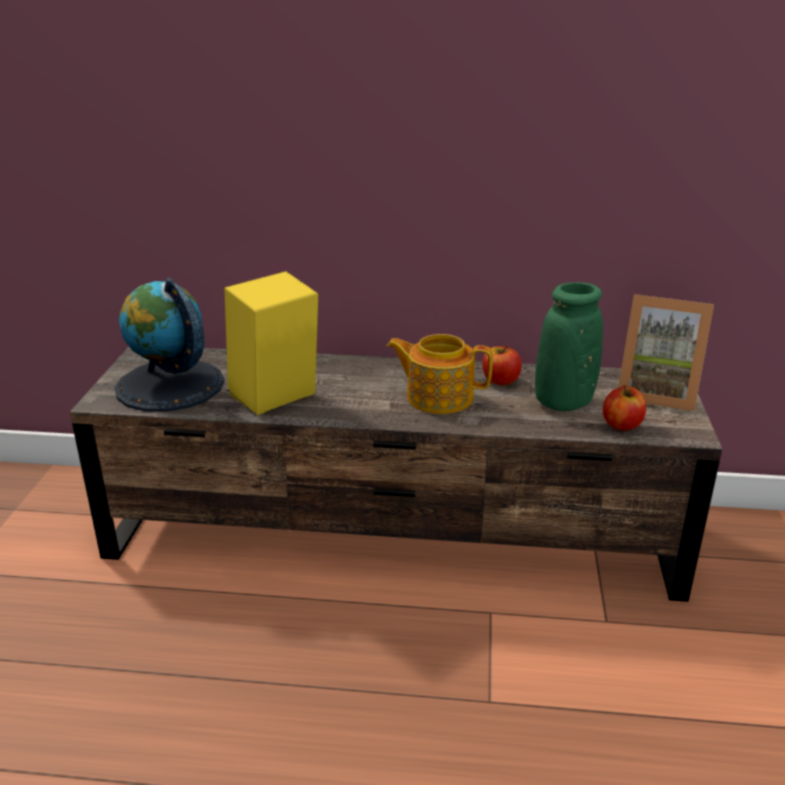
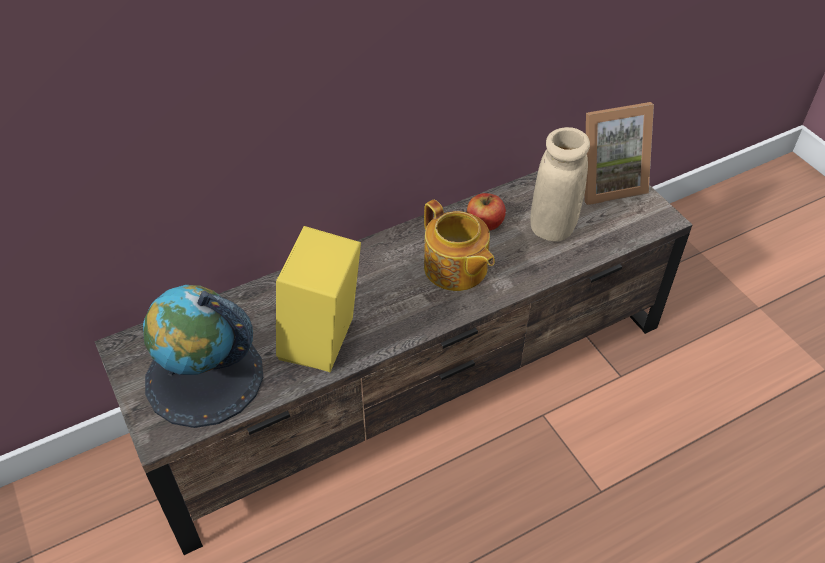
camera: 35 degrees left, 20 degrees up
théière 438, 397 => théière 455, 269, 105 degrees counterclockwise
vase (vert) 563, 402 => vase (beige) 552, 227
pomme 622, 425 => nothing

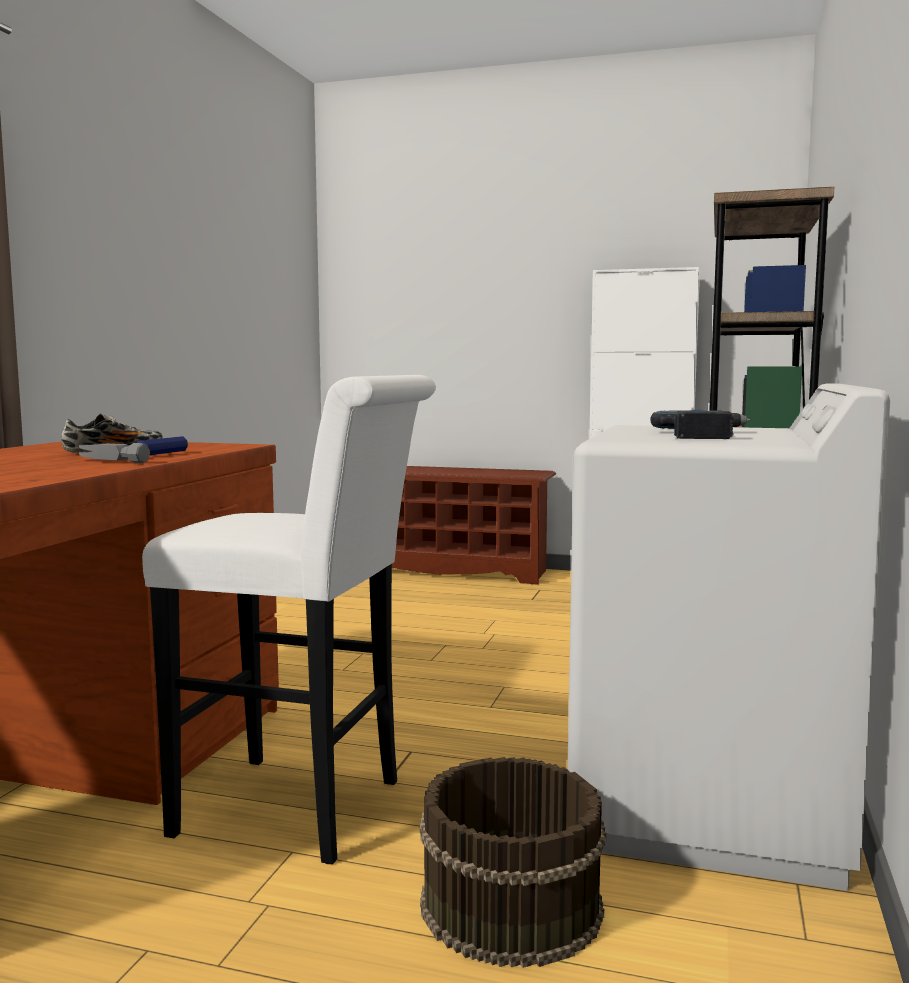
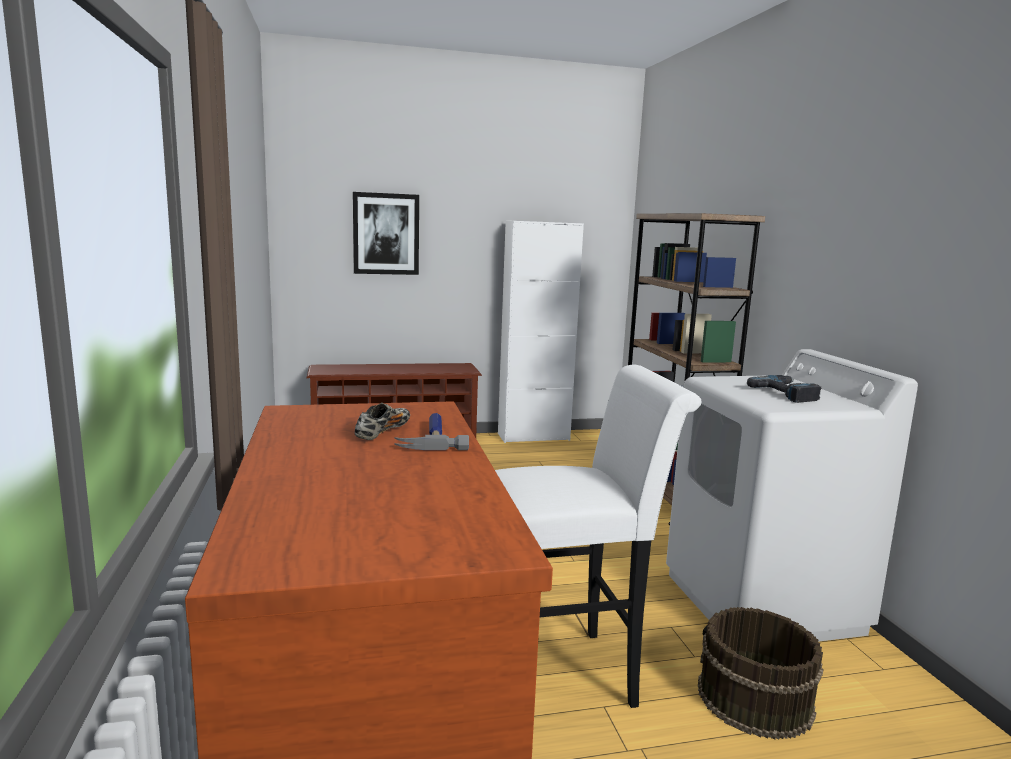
camera: 30 degrees left, 5 degrees up
nothing => tableau 386, 234

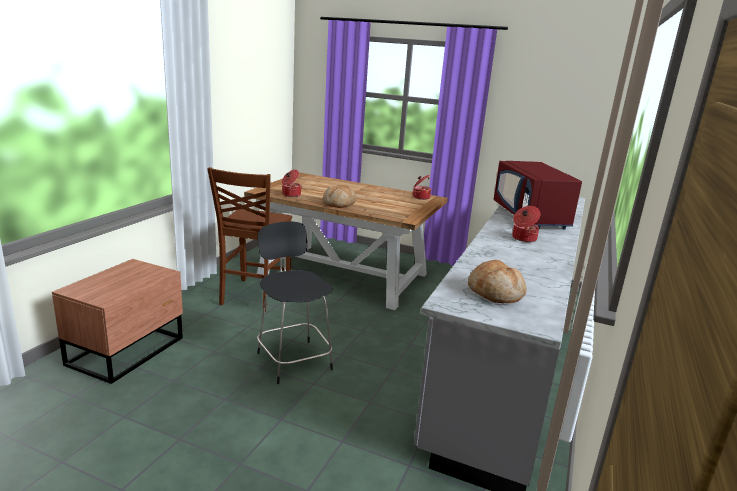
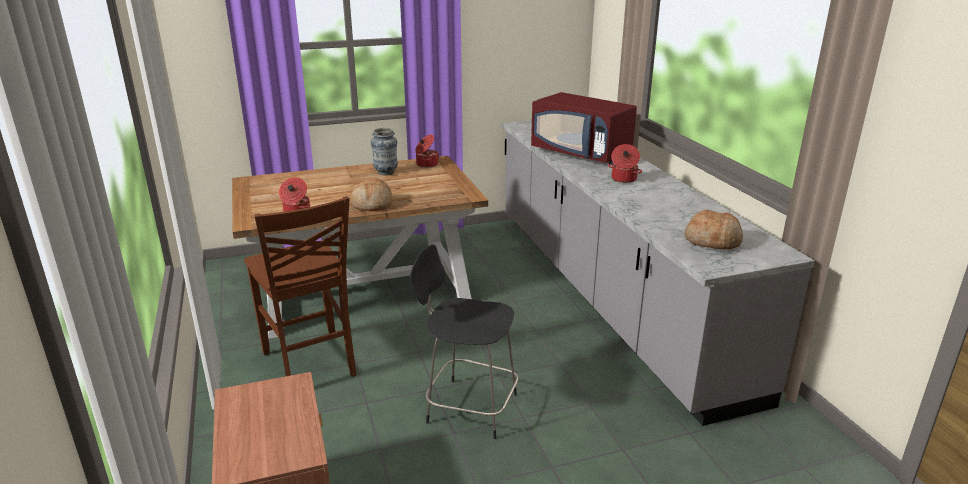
camera: 40 degrees left, 5 degrees up
nothing => vase 386, 173

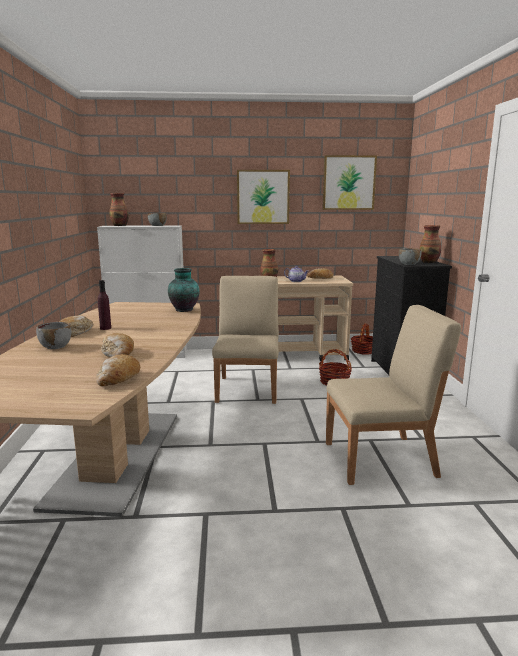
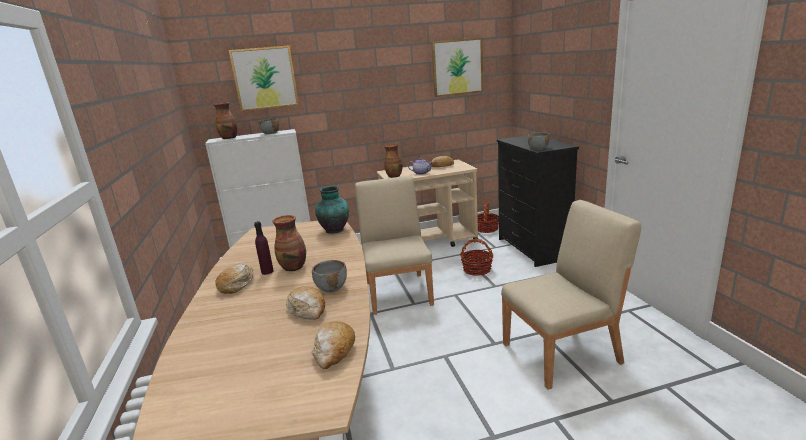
camera: 10 degrees left, 5 degrees up
tableau 263, 197 => tableau 265, 78, shifted
vase 429, 262 => vase 294, 267, shifted
bol (gris) 56, 346 => bol (gris) 331, 287, shifted

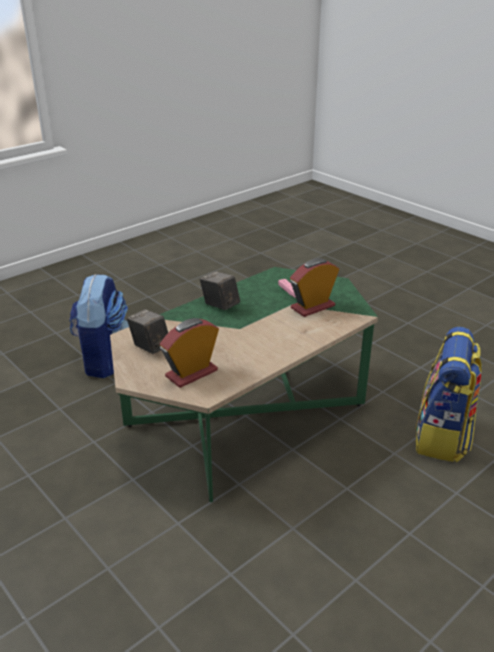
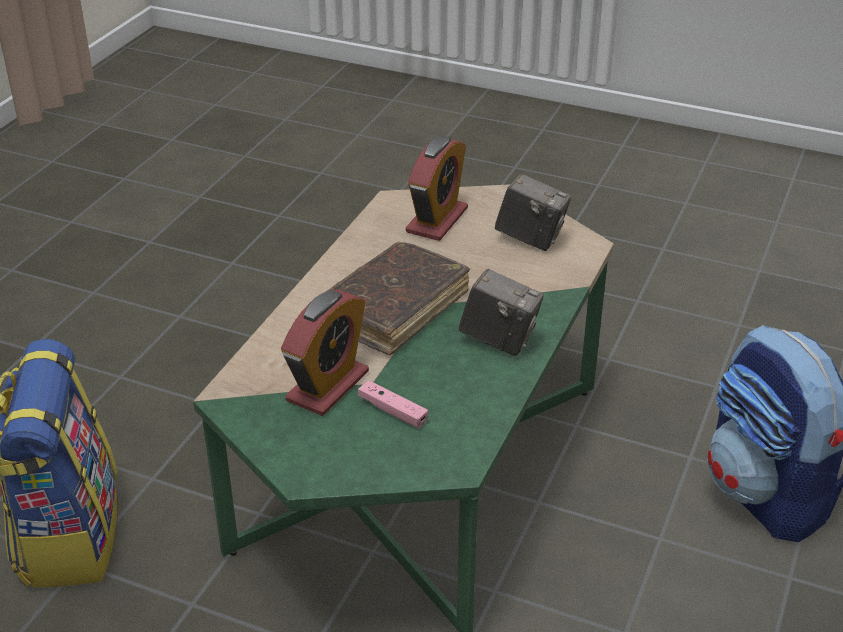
camera: 155 degrees right, 5 degrees up
nothing => livre (marron) 394, 308

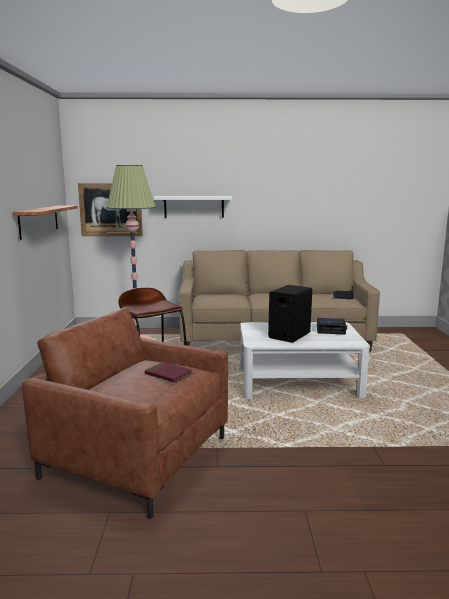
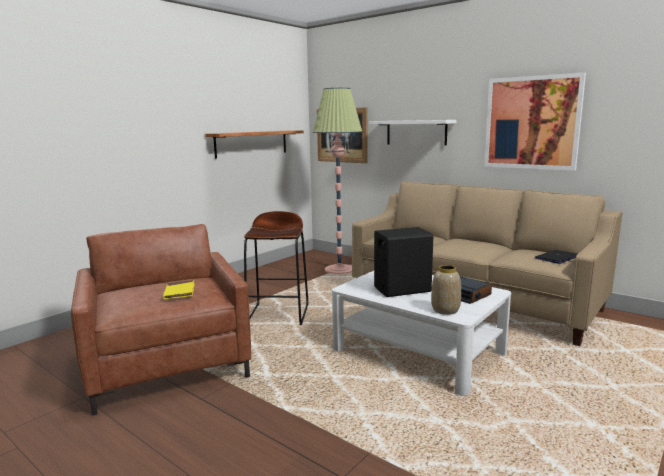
camera: 40 degrees right, 0 degrees up
livre (rouge) 168, 374 => livre (jaune) 179, 292
nothing => vase 445, 310
nothing => tableau 531, 123

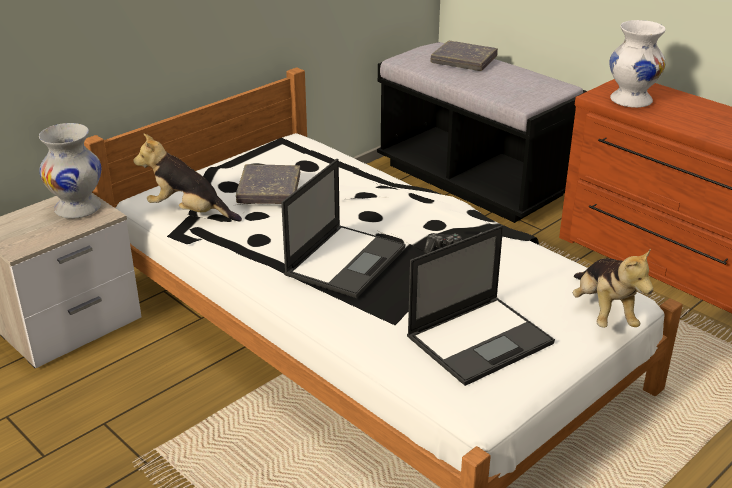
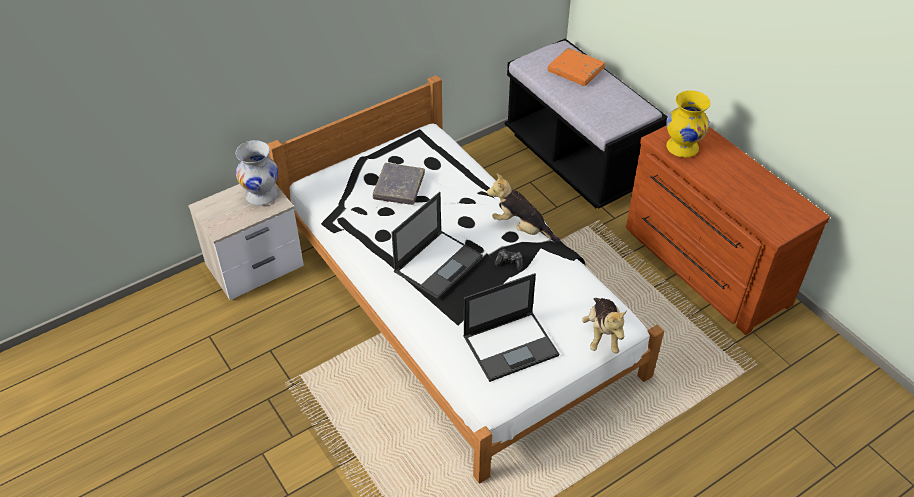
camera: 10 degrees right, 15 degrees up
peluche 189, 212 => peluche 521, 228, shifted
livre (gris) 463, 60 => livre (orange) 575, 70
vase (blanc) 631, 101 => vase (jaune) 682, 148

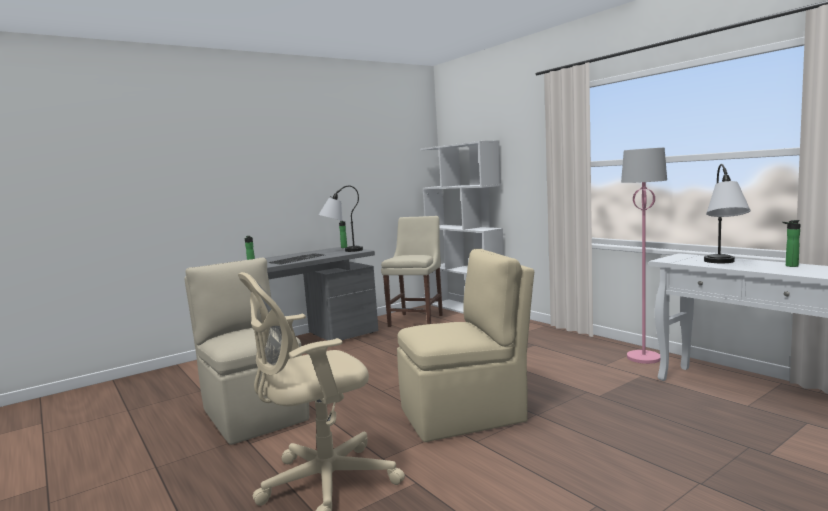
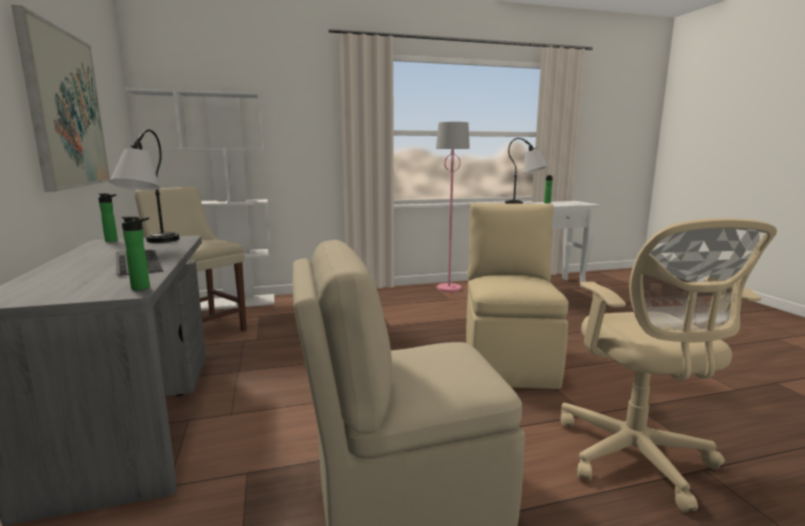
camera: 70 degrees left, 5 degrees up
nothing => tableau 66, 110

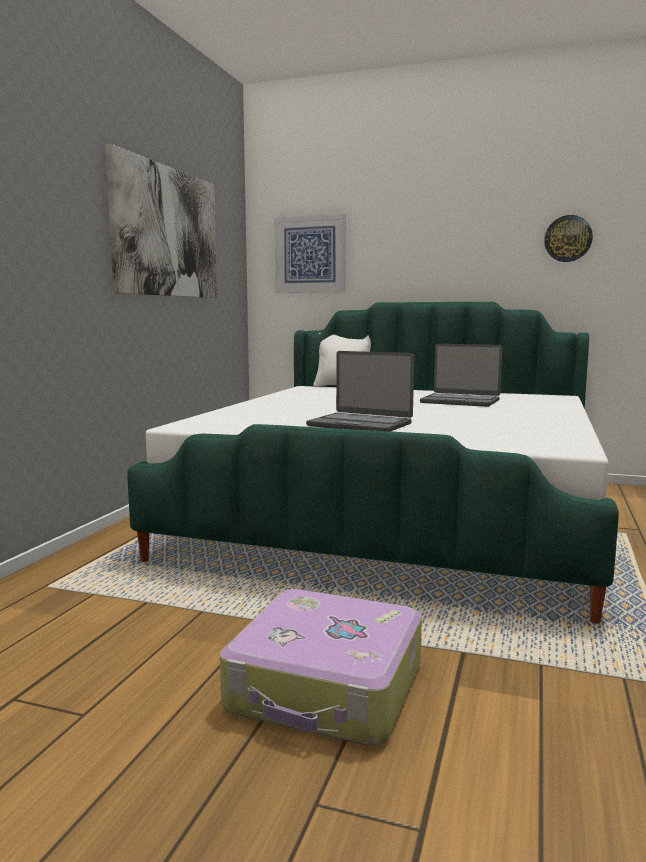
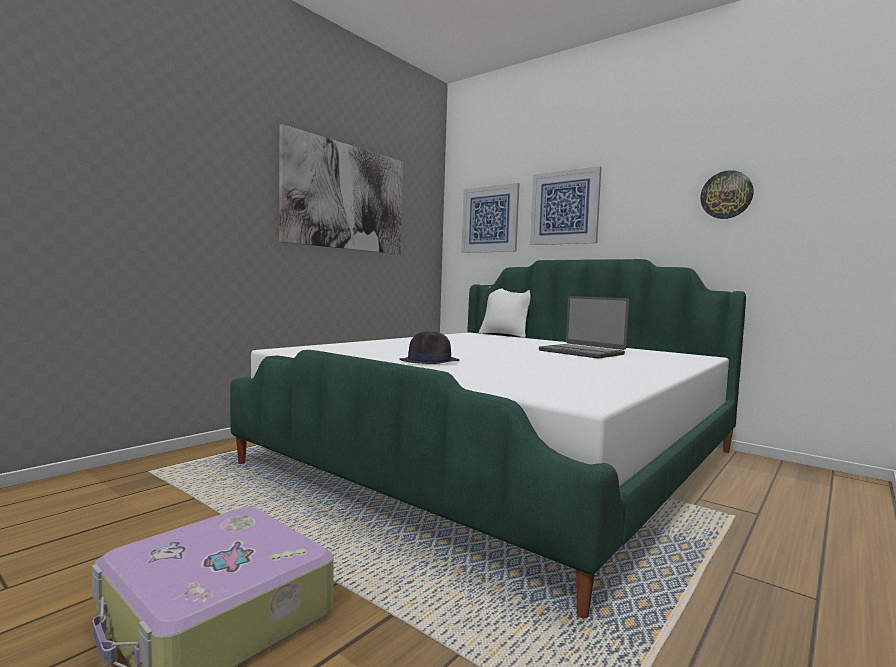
camera: 20 degrees right, 5 degrees down
ordinateur portable 360, 424 => chapeau (noir) 430, 361
nothing => tableau 564, 207

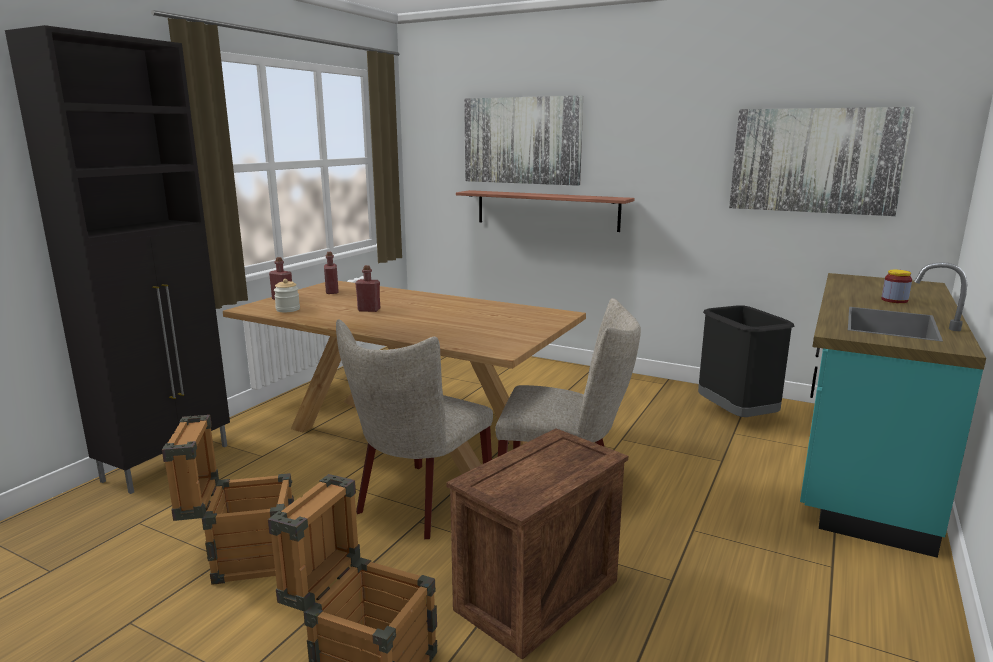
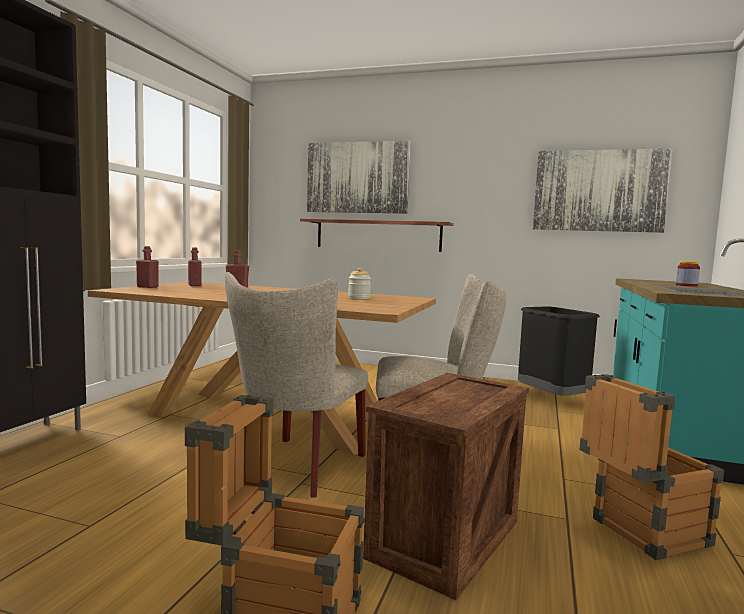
camera: 10 degrees left, 10 degrees down
bocal 288, 309 => bocal 359, 298, shifted
caisse 243, 558 => caisse 640, 533, shifted

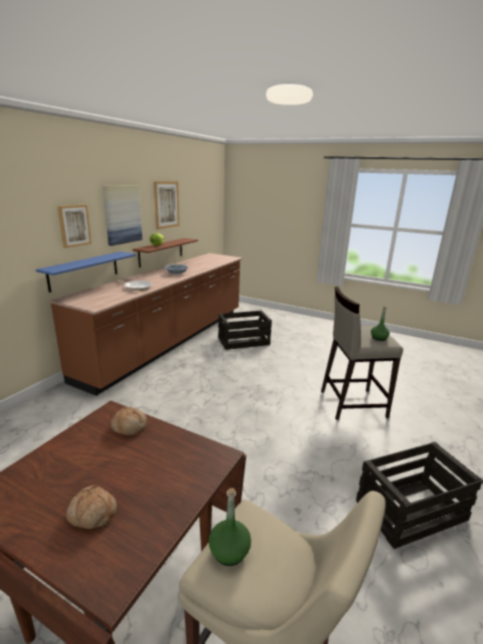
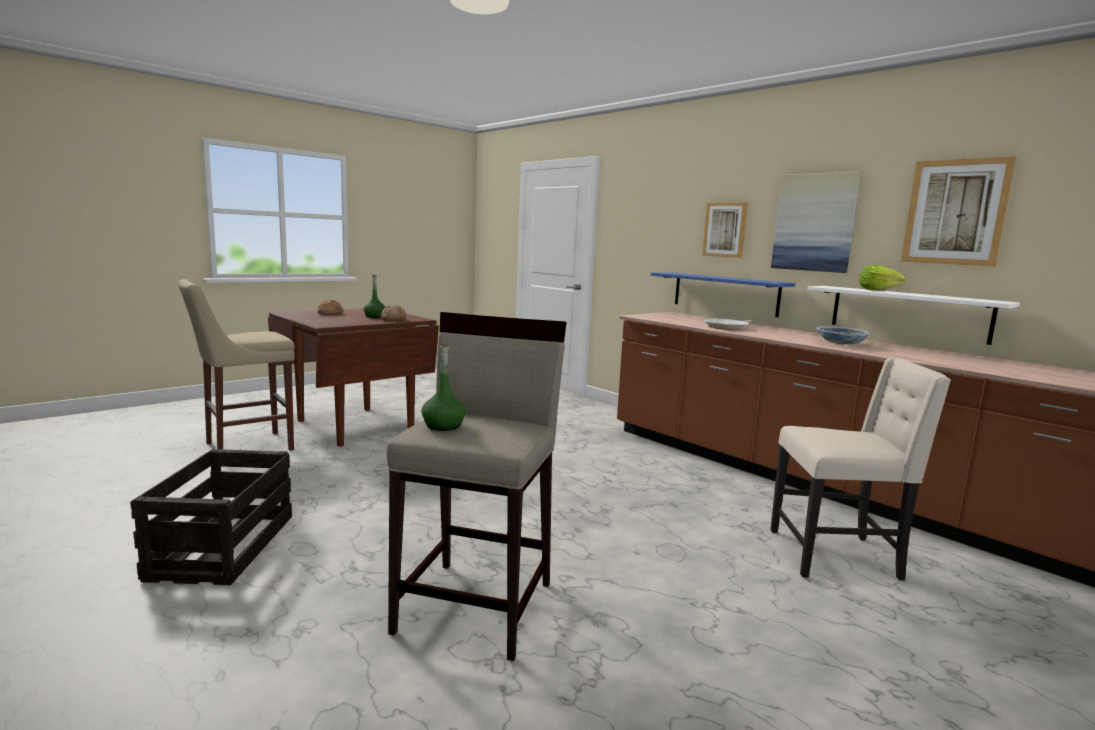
camera: 110 degrees right, 10 degrees down
bouteille (vert) 229, 551 => bouteille (vert) 374, 317, shifted
caisse 244, 341 => chaise (beige) 836, 555
étagère (marron) 161, 252 => étagère (blanc) 908, 313

